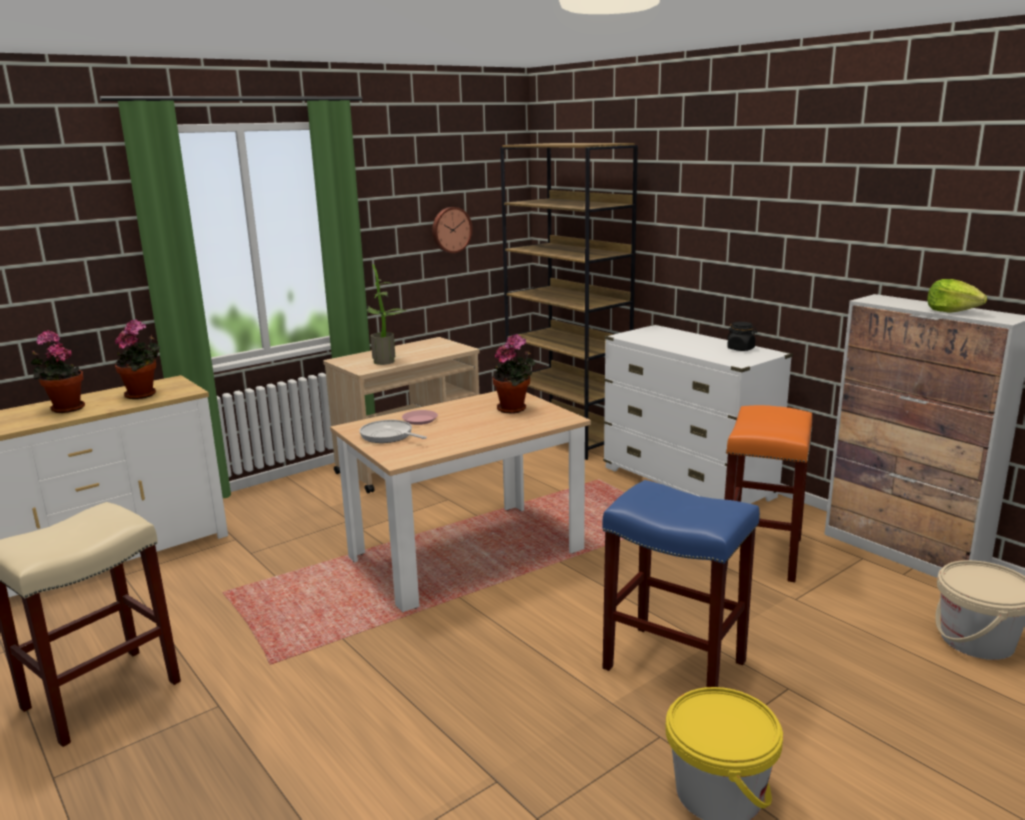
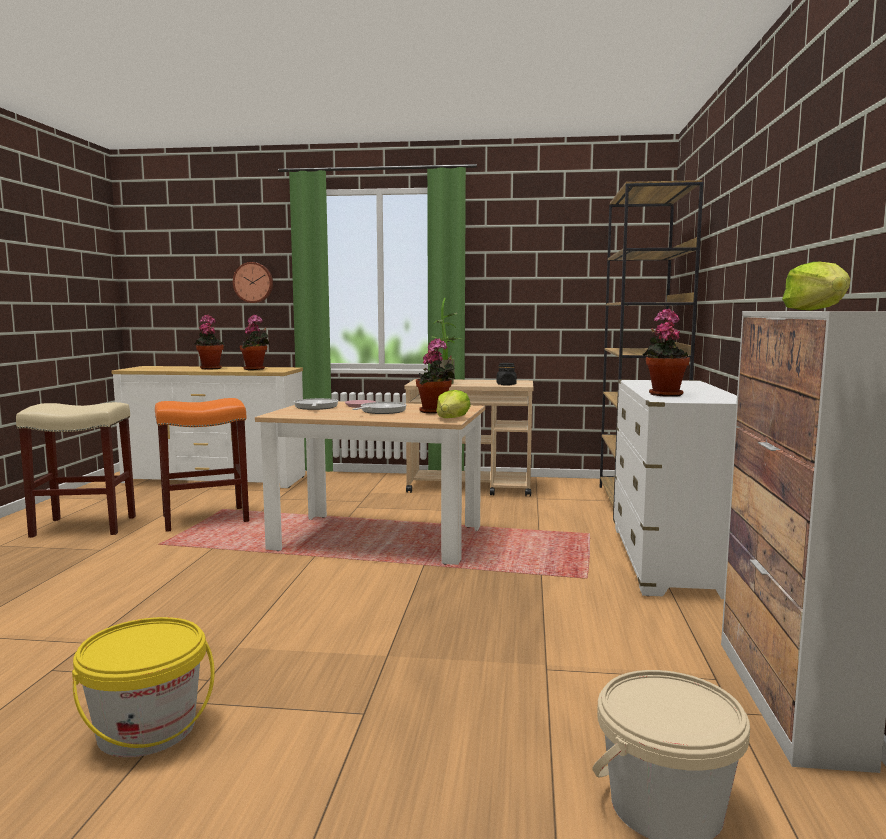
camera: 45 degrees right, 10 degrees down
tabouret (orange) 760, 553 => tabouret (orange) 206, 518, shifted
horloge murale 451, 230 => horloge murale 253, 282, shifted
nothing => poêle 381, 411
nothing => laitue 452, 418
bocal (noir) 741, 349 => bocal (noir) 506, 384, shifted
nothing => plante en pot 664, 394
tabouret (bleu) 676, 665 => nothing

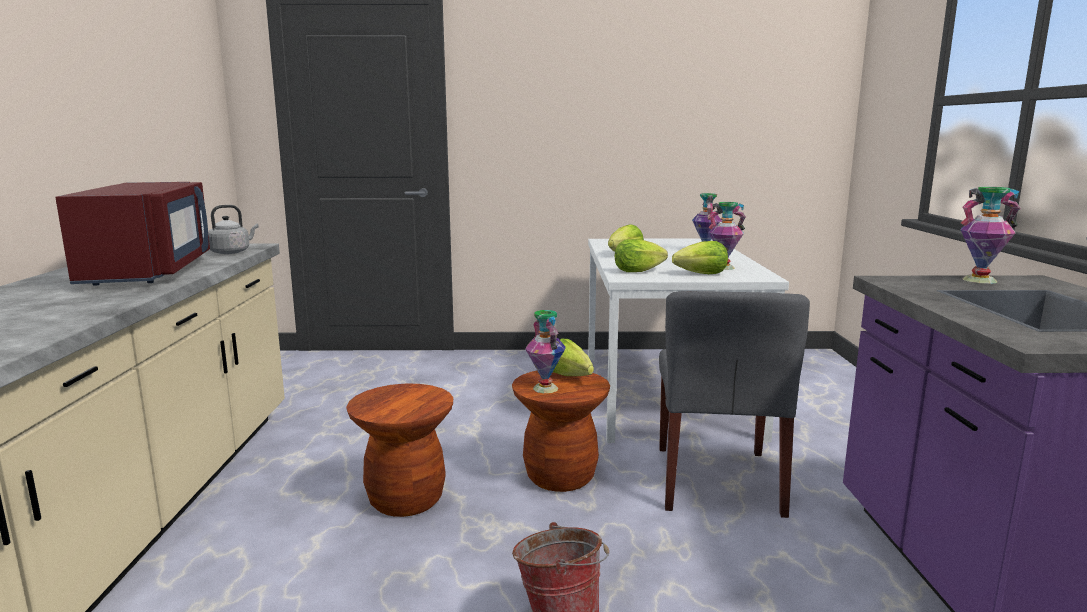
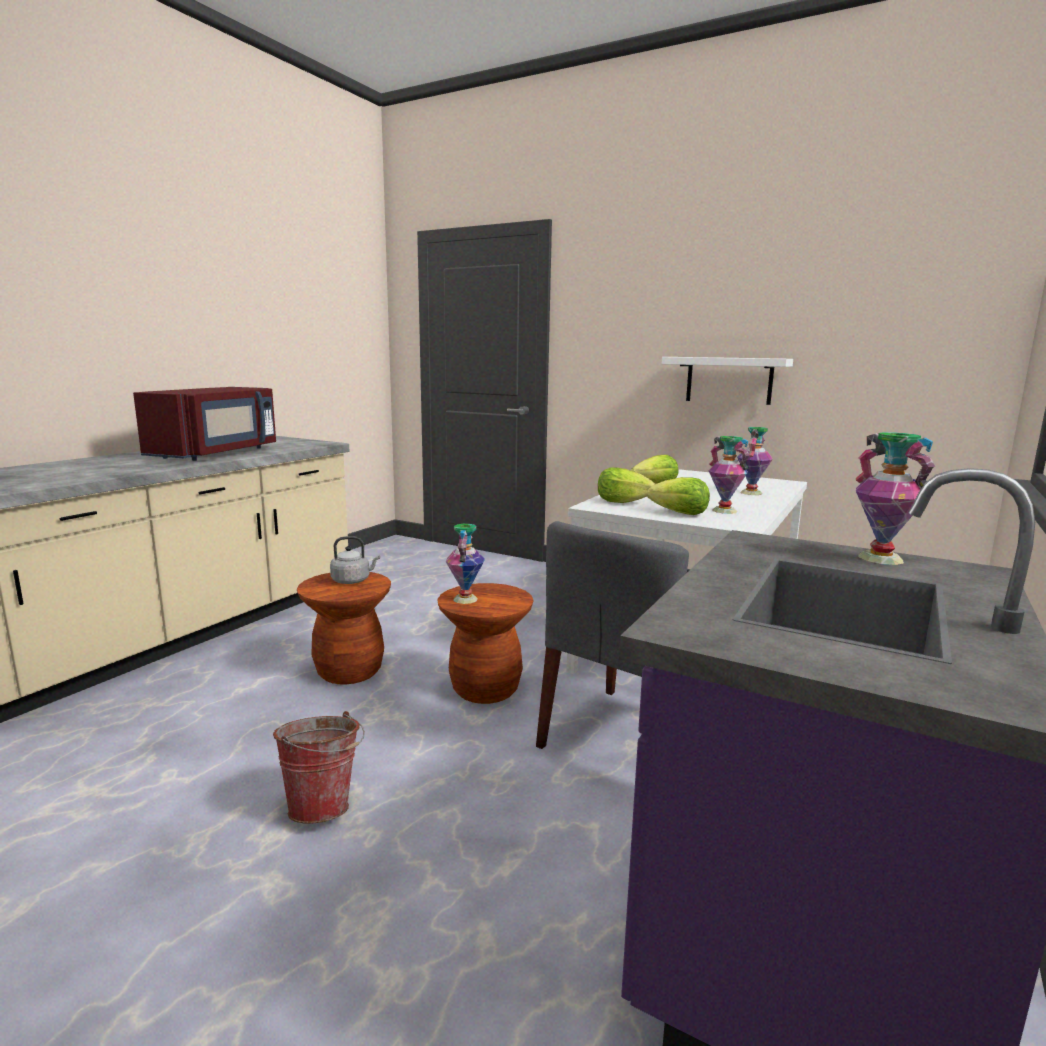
camera: 30 degrees right, 0 degrees up
bouilloire (gris) 232, 252 => bouilloire (gris) 353, 581, shifted
nothing => étagère (blanc) 729, 380
laitue 573, 378 => nothing

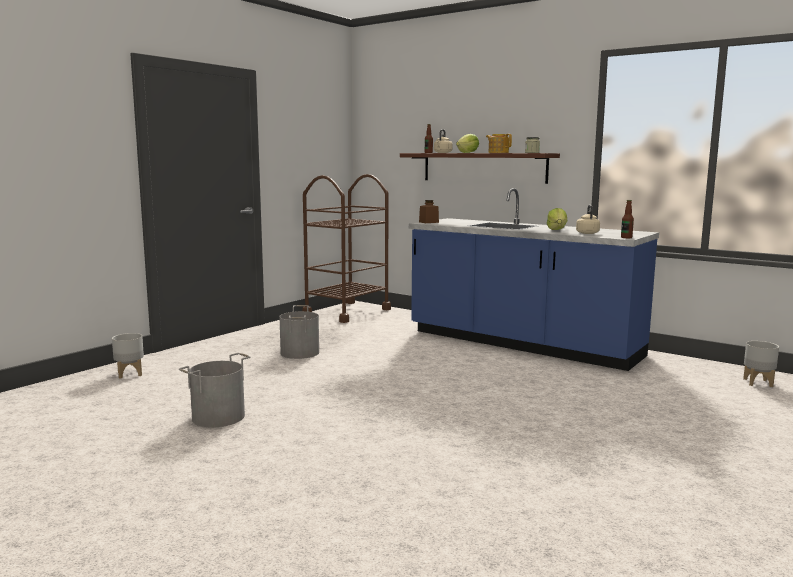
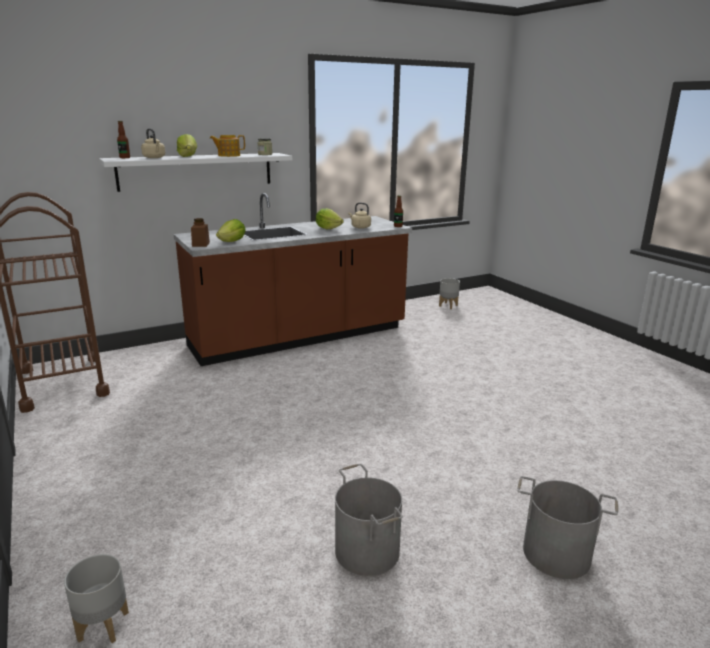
camera: 65 degrees left, 10 degrees up
étagère (marron) 483, 167 => étagère (blanc) 196, 171
comptoir de cuisine (bleu) 521, 344 => comptoir de cuisine (marron) 299, 338
nothing => laitue 232, 242
seau (gris) 300, 353 => seau (gris) 556, 553, shifted

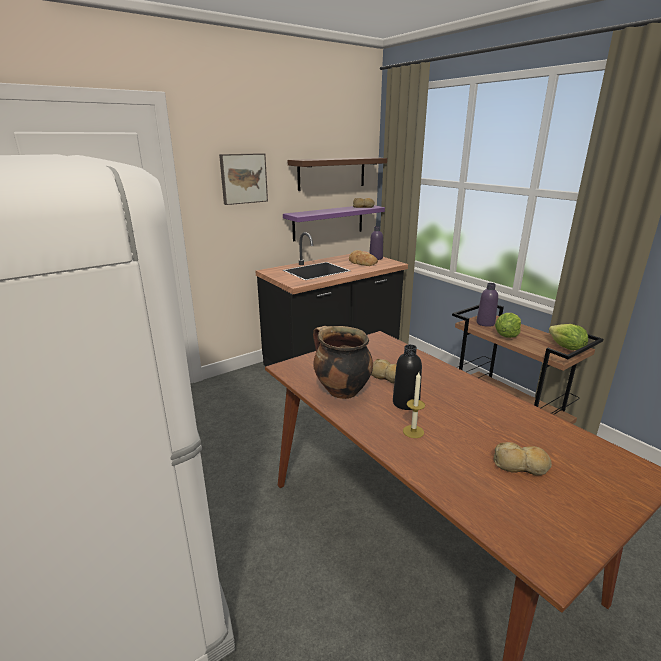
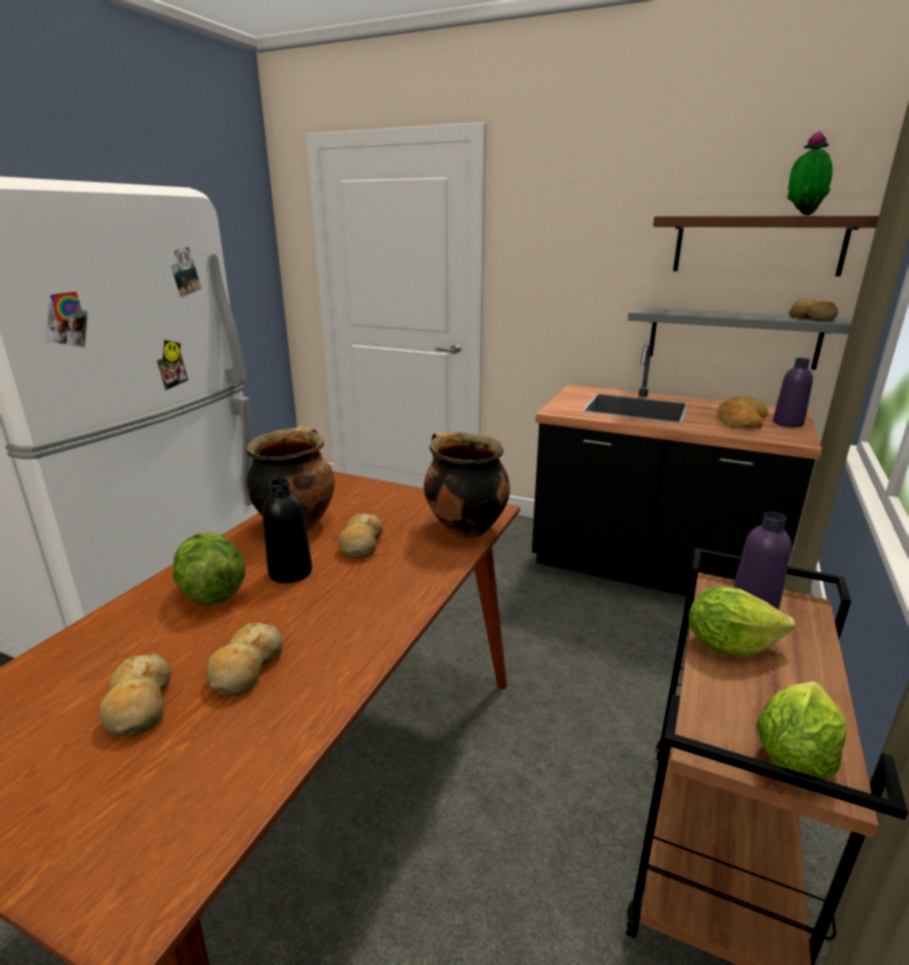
camera: 60 degrees right, 0 degrees up
bougie 413, 431 => laitue 212, 593
nothing => pain 246, 669
nothing => marmite 464, 527
étagère (violet) 328, 222 => étagère (gris) 732, 337
nothing => plante en pot 802, 215
tableau 243, 178 => nothing

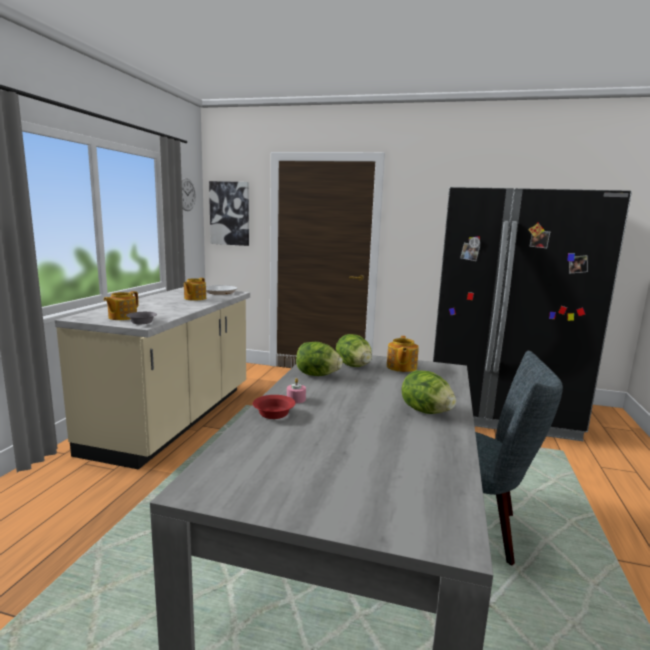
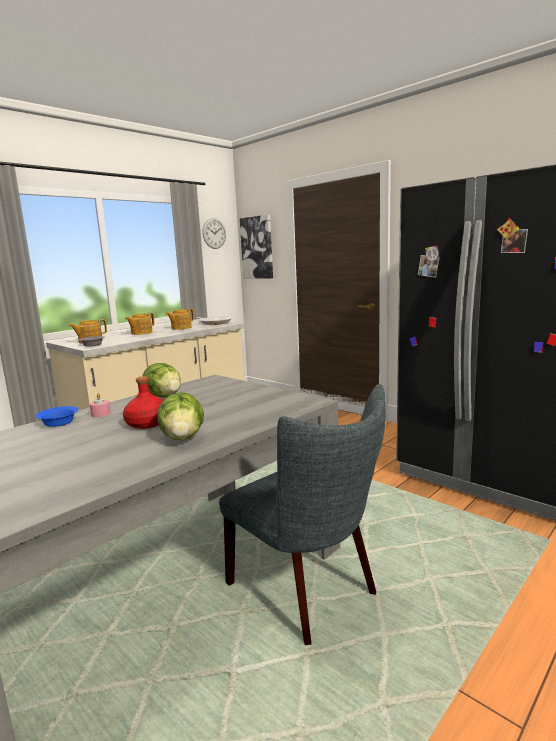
camera: 30 degrees right, 0 degrees up
bol (rouge) 273, 414 => bol (bleu) 58, 423
nothing => bouteille (rouge) 147, 423
théière 401, 367 => théière 141, 333, shifted
laitue 353, 366 => nothing

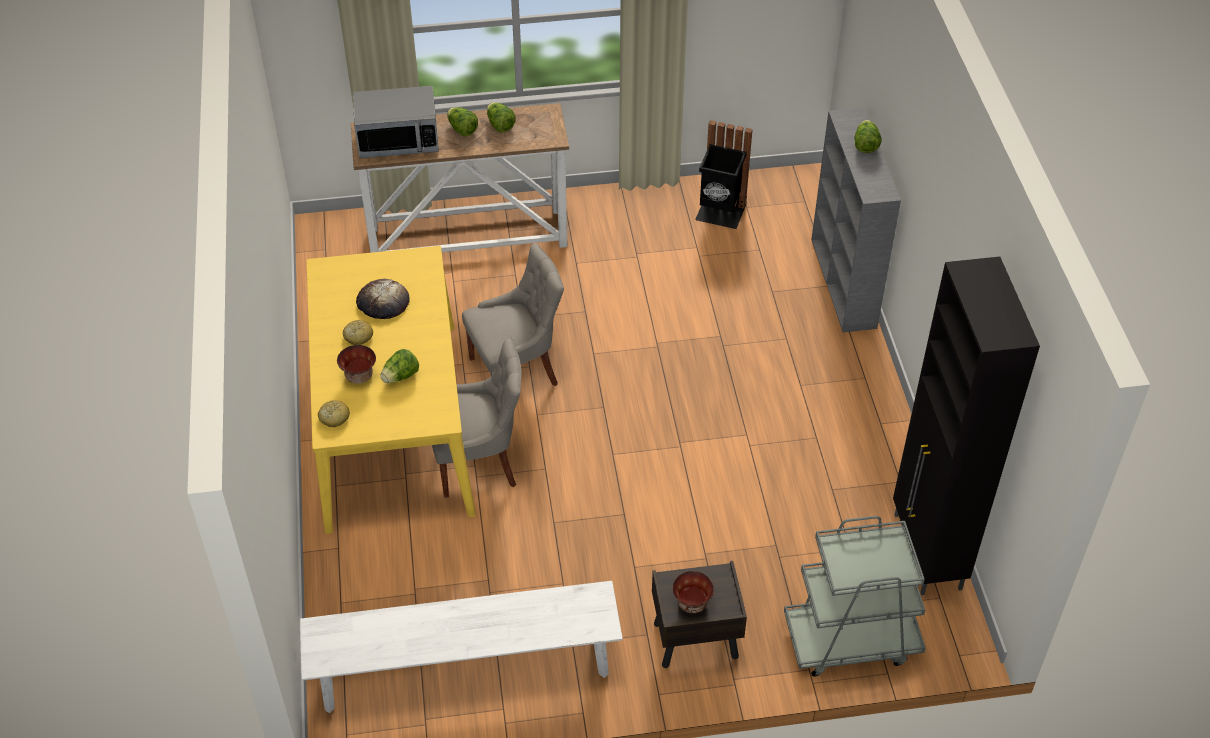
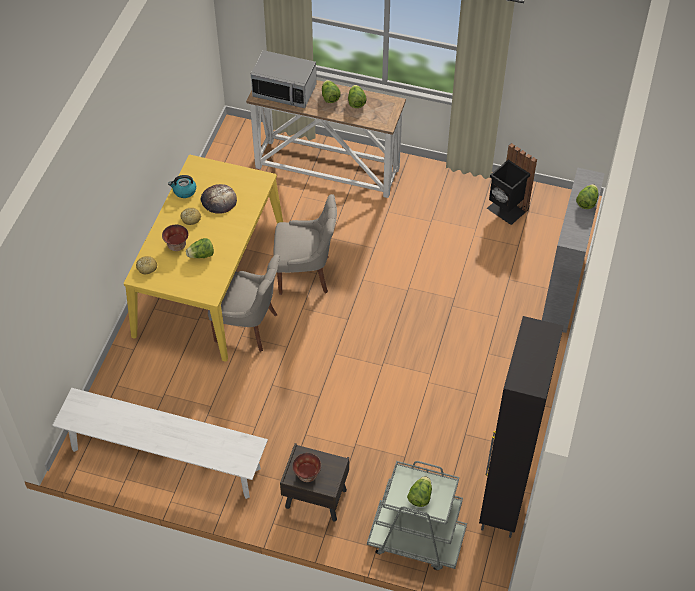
camera: 25 degrees right, 5 degrees up
nothing => bouilloire 184, 191
nothing => laitue 420, 496

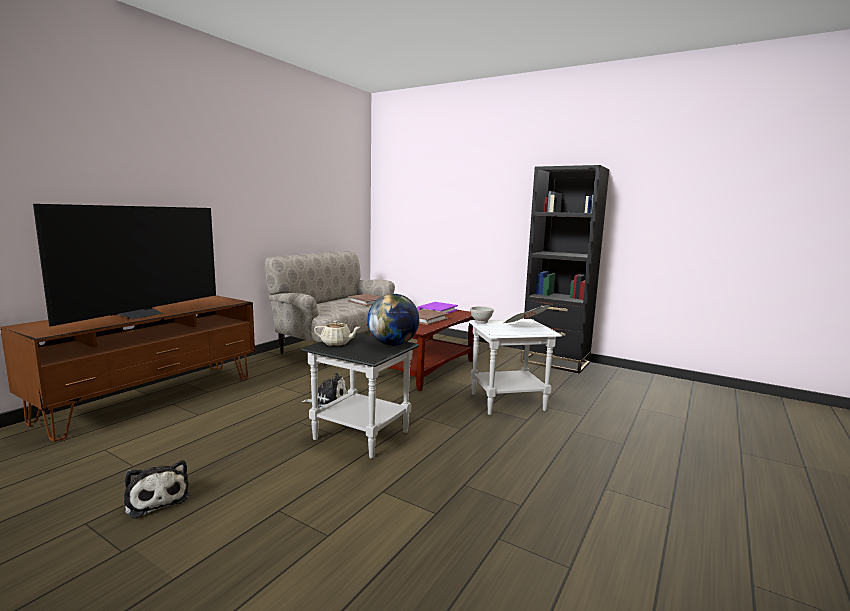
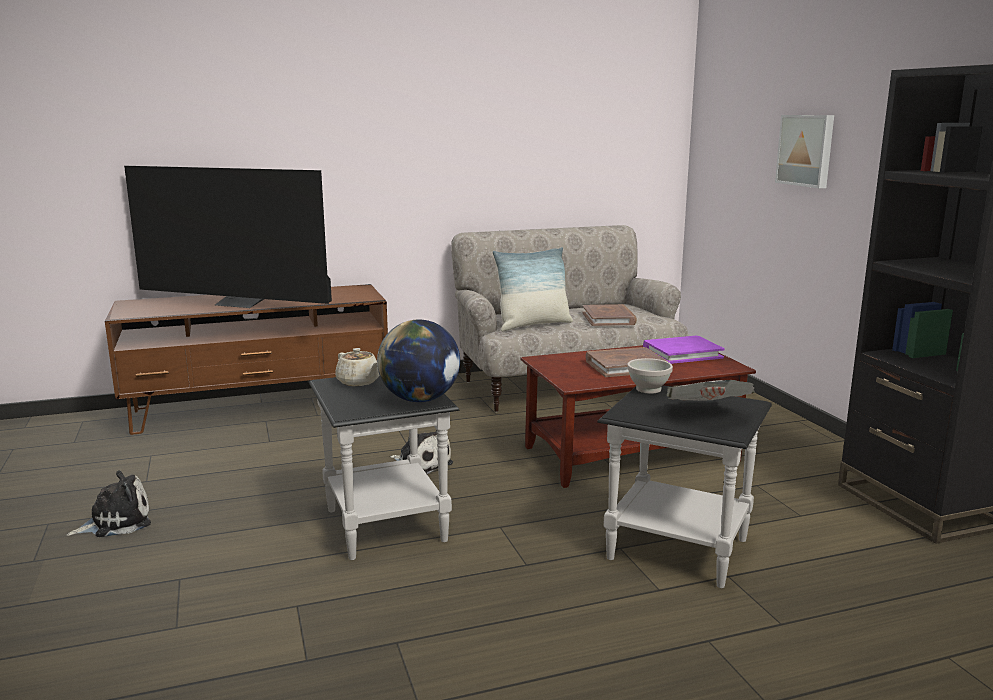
camera: 40 degrees right, 5 degrees up
peluche 156, 498 => peluche 116, 522, 120 degrees counterclockwise
téléviseur 141, 315 => téléviseur 240, 303, 45 degrees clockwise
nothing => coussin 533, 325
table d'appoint (blanc) 507, 402 => table d'appoint (noir) 675, 549
nothing => tableau 806, 150

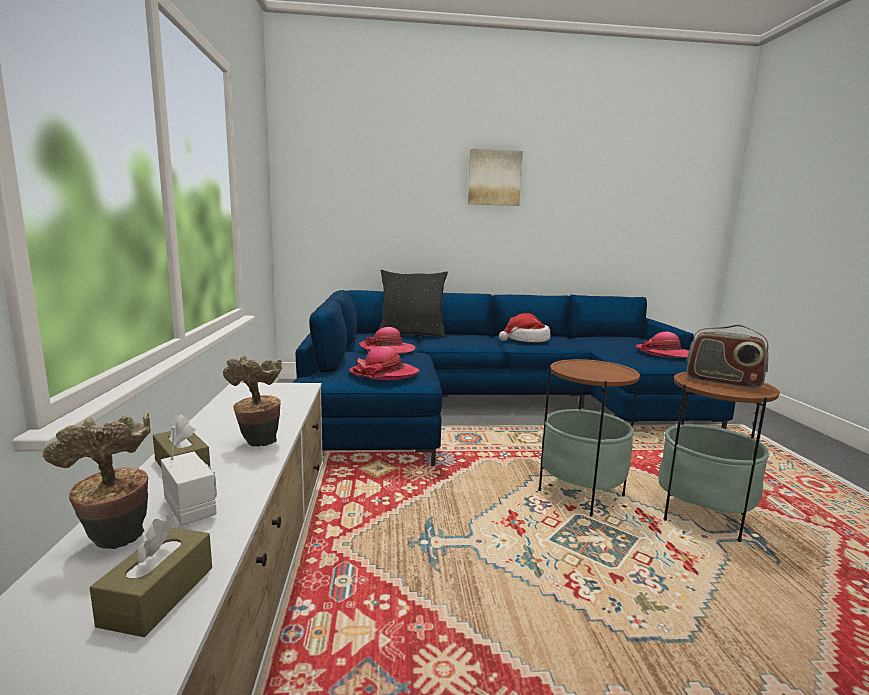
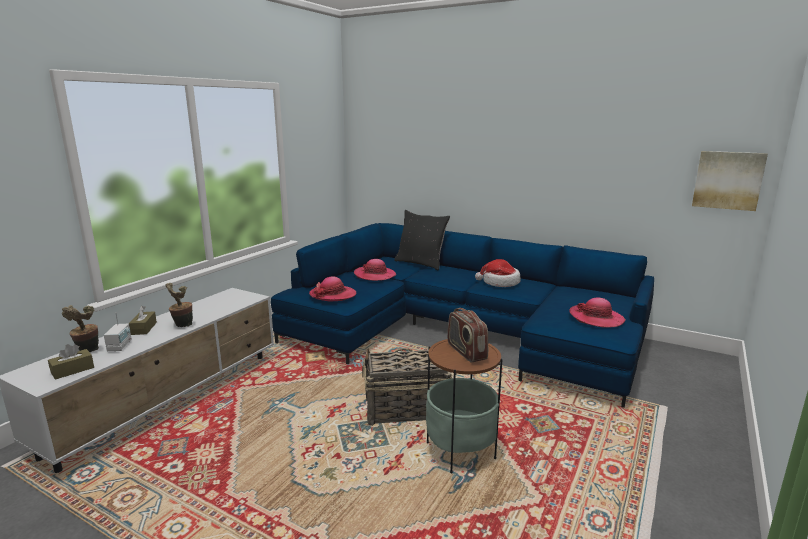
camera: 35 degrees right, 5 degrees up
table d'appoint 581, 494 => panier 405, 409
tableau 494, 178 => tableau 728, 180, shifted

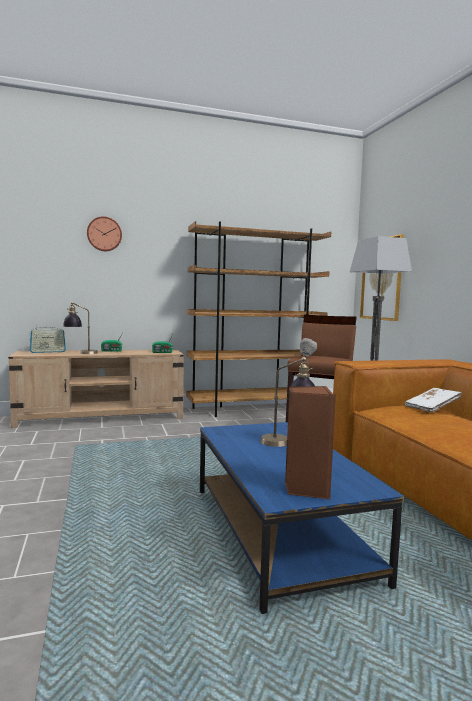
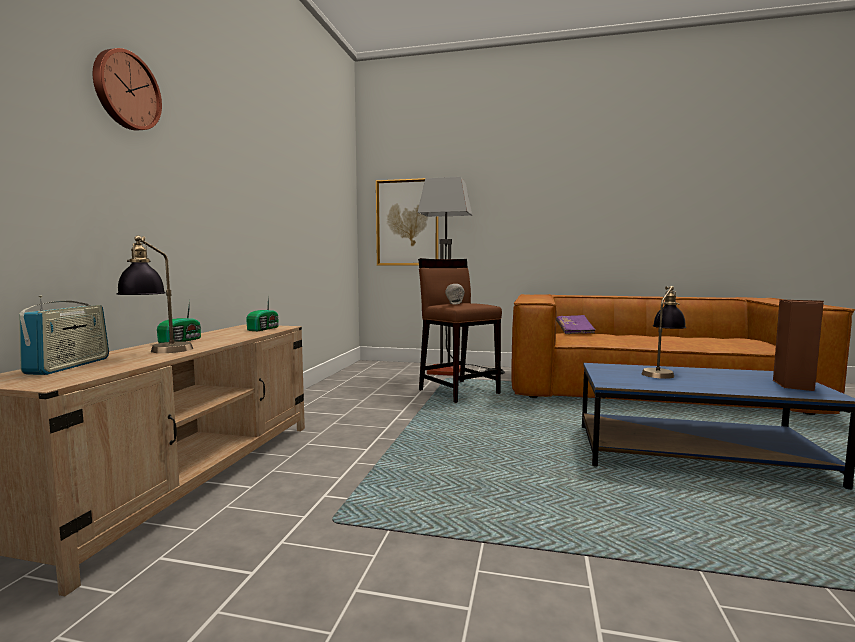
camera: 60 degrees left, 0 degrees up
livre (blanc) 432, 408 => livre (violet) 574, 331
bibliothèque (marron) 255, 409 => nothing

